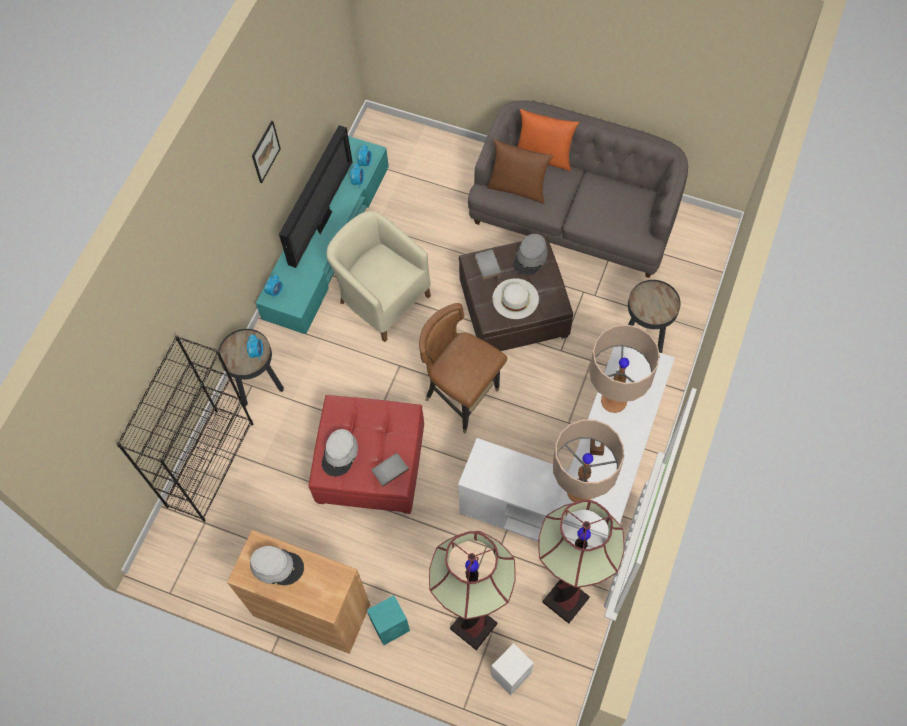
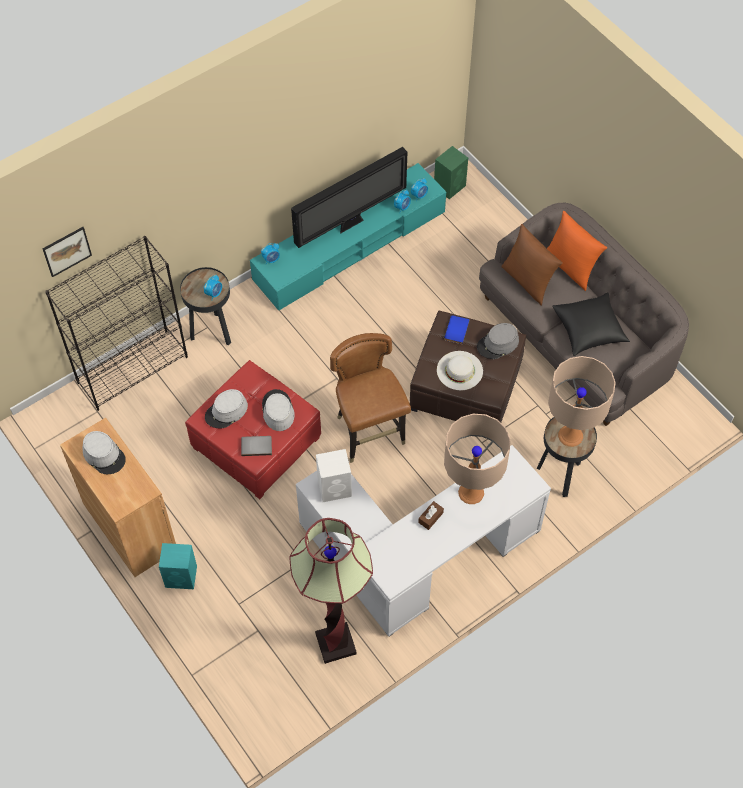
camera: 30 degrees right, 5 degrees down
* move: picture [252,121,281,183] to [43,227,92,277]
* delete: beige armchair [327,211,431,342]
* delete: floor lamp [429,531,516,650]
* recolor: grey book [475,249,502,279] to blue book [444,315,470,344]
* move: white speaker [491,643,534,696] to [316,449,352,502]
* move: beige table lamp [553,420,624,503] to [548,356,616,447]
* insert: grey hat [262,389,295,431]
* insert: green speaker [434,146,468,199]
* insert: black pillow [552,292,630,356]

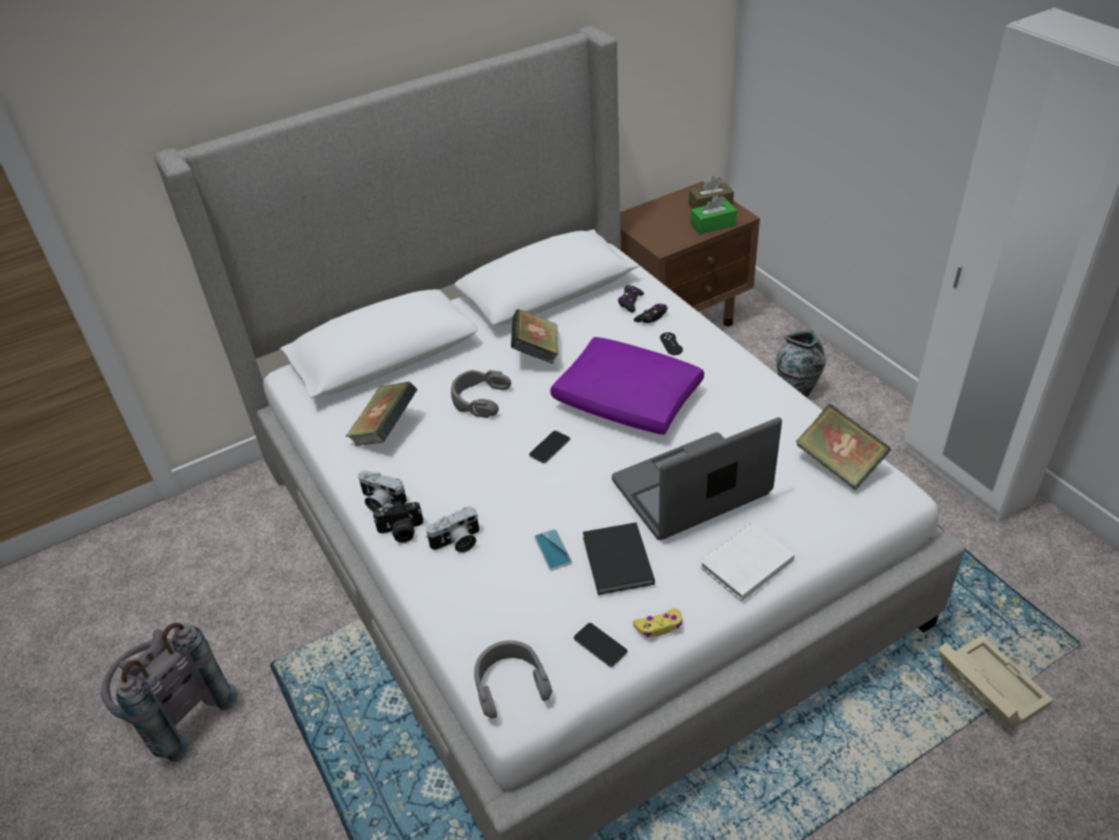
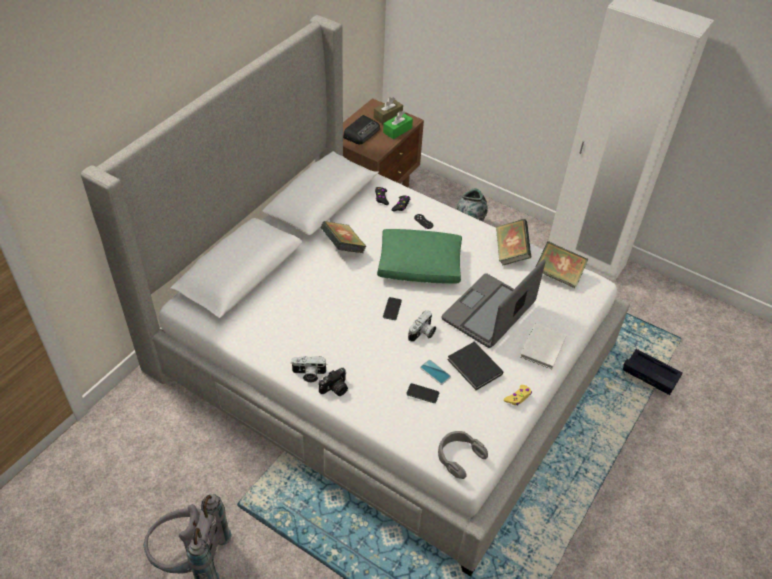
camera: 30 degrees left, 5 degrees up
* move: book [345,382,417,446] to [496,219,531,266]
* move: photo camera [426,506,480,553] to [408,311,436,342]
* delete: grey headphones [451,370,511,418]
* recolor: purple pillow [550,337,704,435] to green pillow [377,229,462,284]
* move: phone [574,623,628,667] to [406,383,439,403]
* recolor: beige storage box [938,635,1053,730] to black storage box [623,349,683,395]
* insert: radio [343,115,380,144]

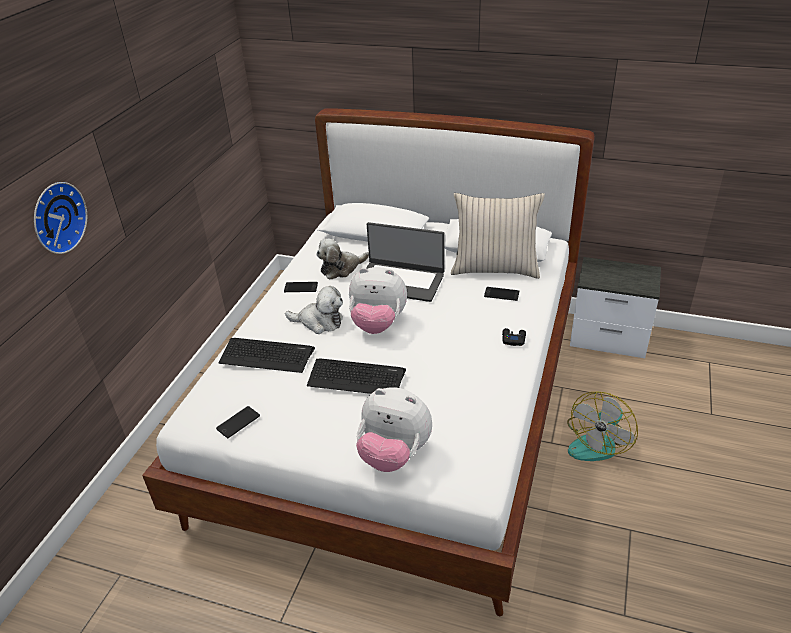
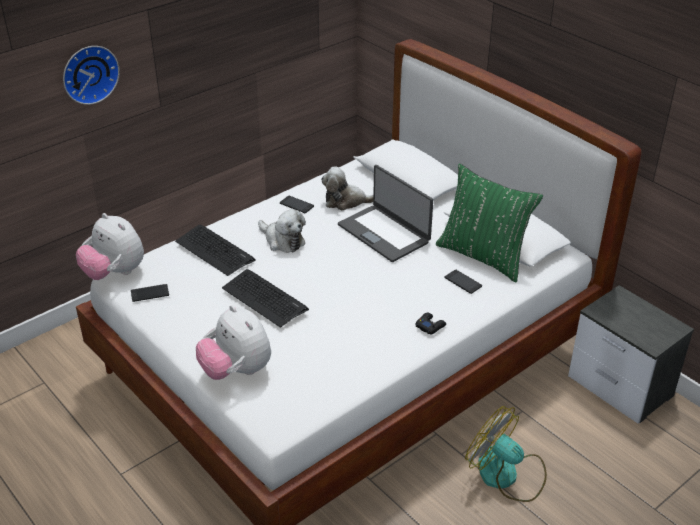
camera: 30 degrees right, 0 degrees up
* move: plush toy [349,267,407,334] to [76,213,144,280]
* recolor: beige pillow [451,193,545,279] to green pillow [436,164,543,282]
* rotate: fan [567,392,638,461] = [465,406,547,502] 60 degrees clockwise

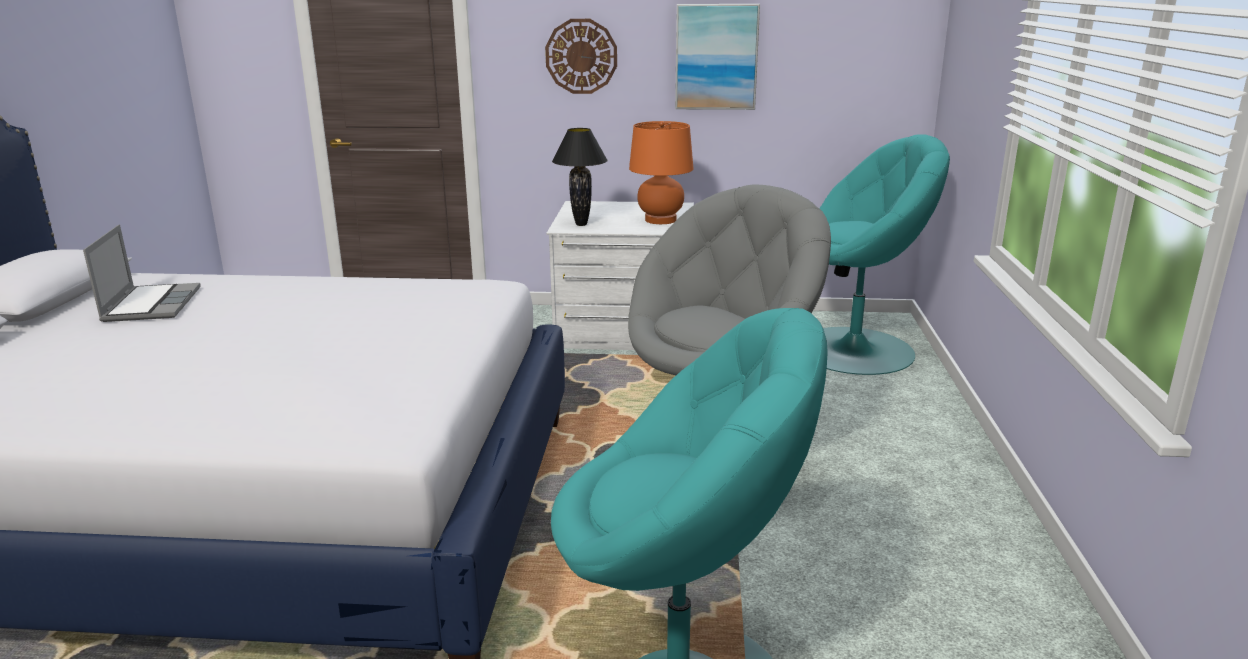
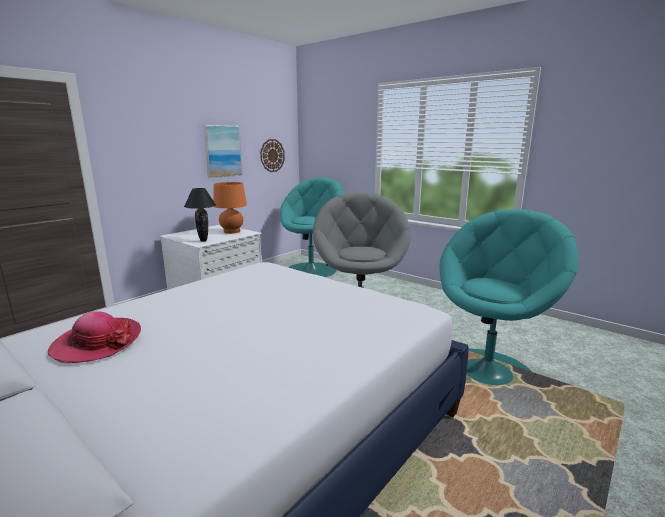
camera: 55 degrees left, 5 degrees down
* replace: laptop [83,224,201,322] to hat [48,311,141,363]
* move: wall clock [545,19,617,94] to [260,139,285,172]

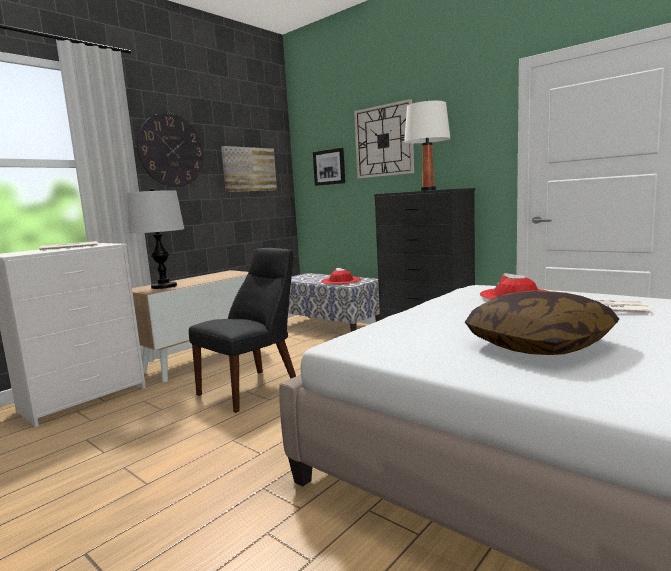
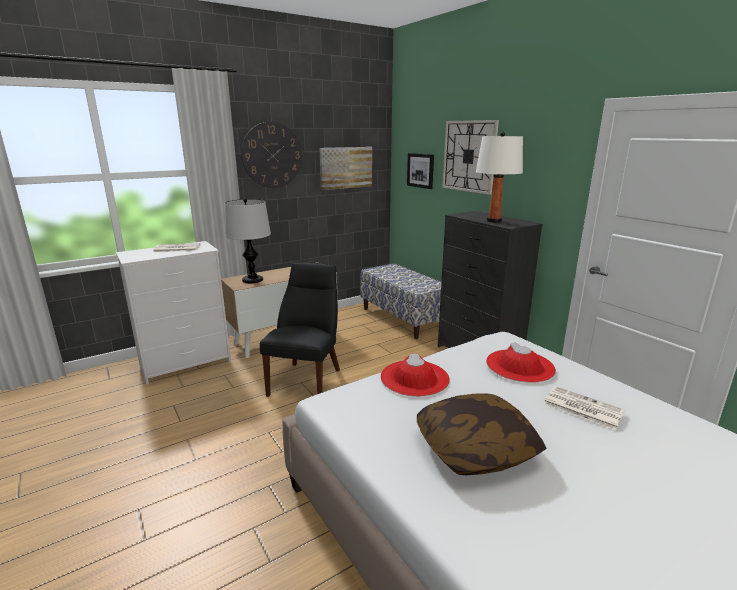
camera: 15 degrees right, 10 degrees up
* rotate: black chair [189,248,296,413] = [260,262,340,397] 45 degrees counterclockwise
* move: red hat [321,268,361,285] to [380,354,450,396]

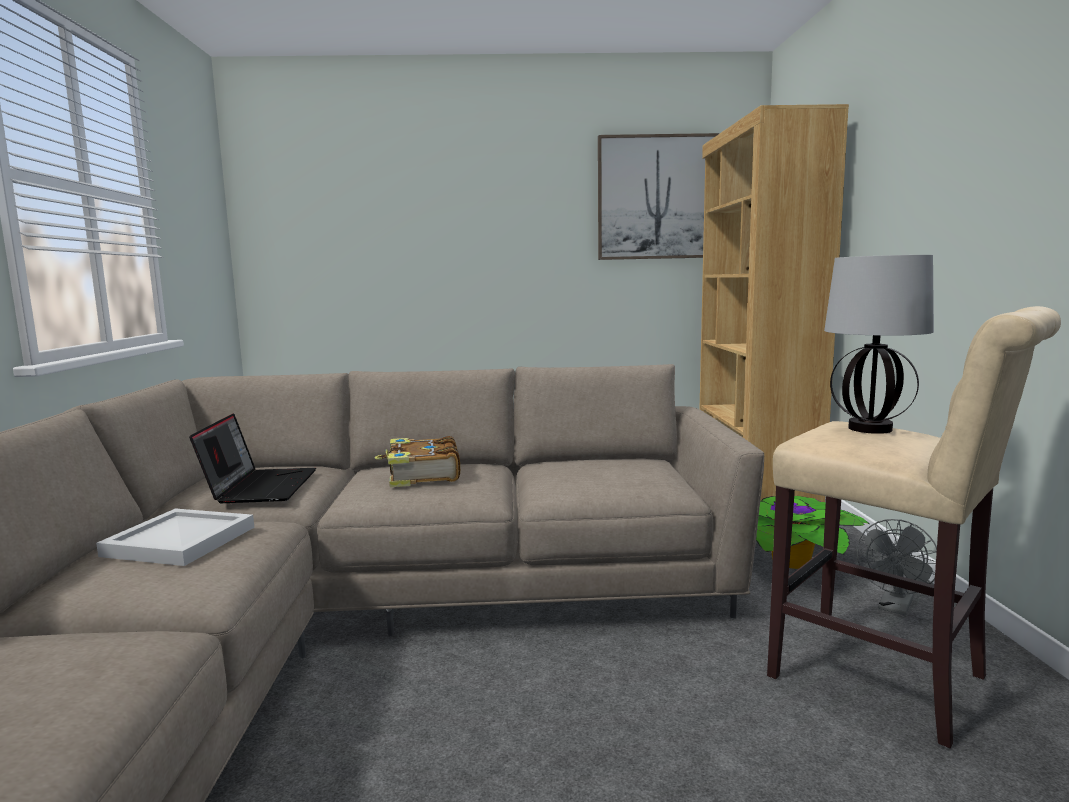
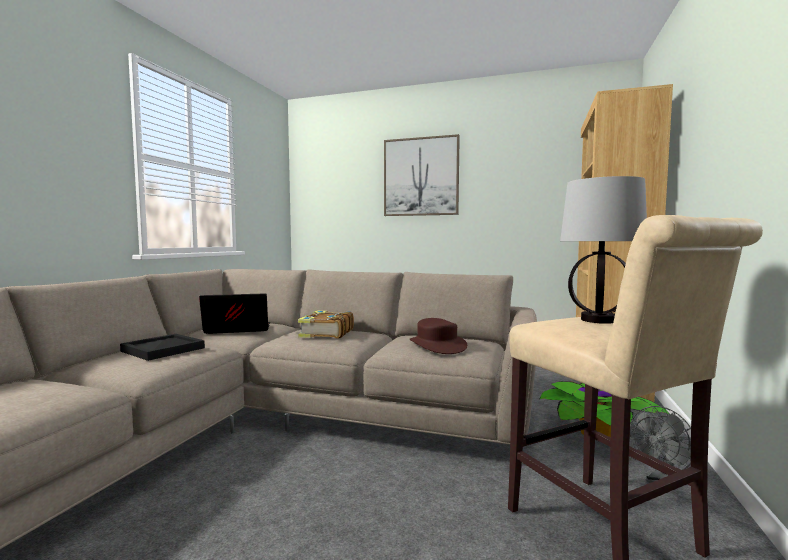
camera: 20 degrees right, 5 degrees down
* recolor: white tray [96,508,254,566] to black tray [120,334,205,361]
* rotate: laptop [189,413,316,503] = [199,293,270,334] 120 degrees counterclockwise
* move: picture [598,133,719,260] to [384,134,460,216]
* insert: brown hat [409,318,467,354]

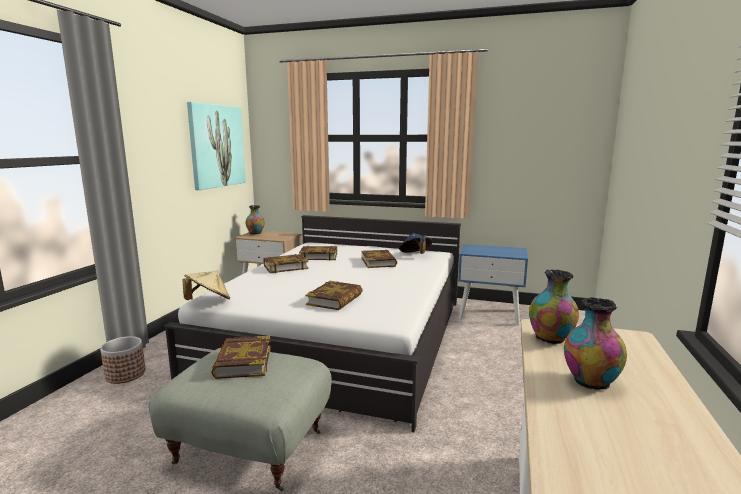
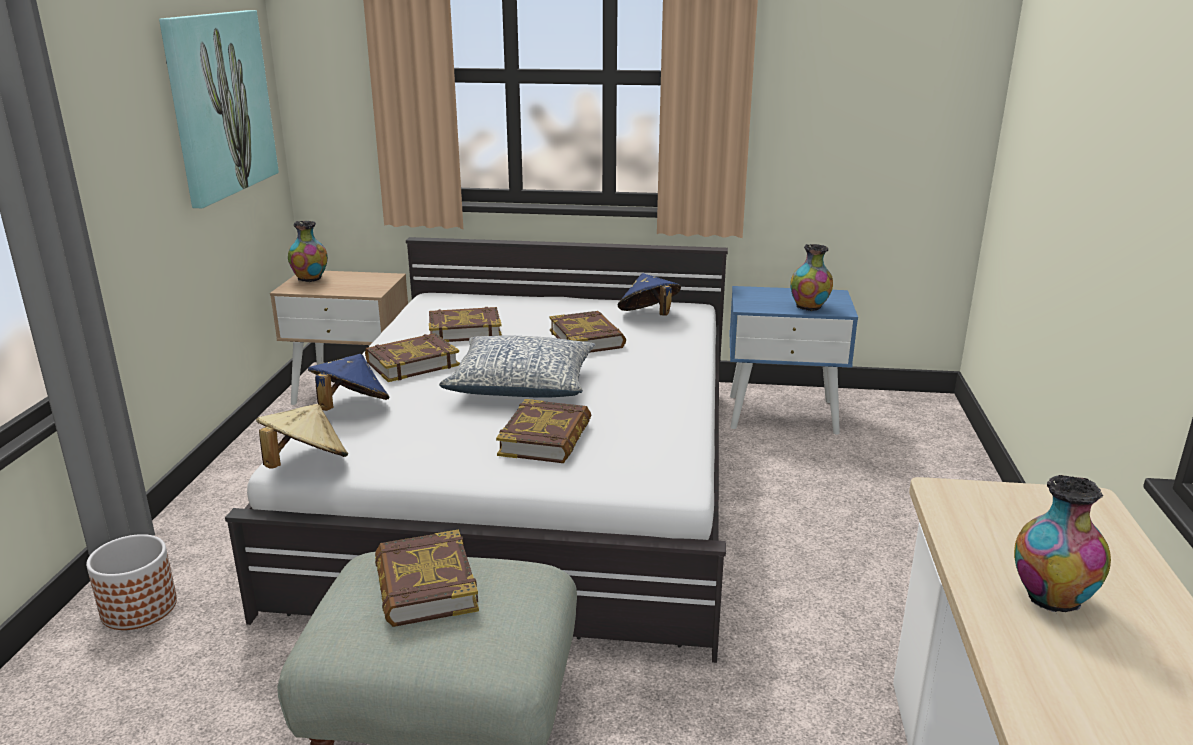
camera: 10 degrees left, 10 degrees up
* move: vase [529,269,579,344] to [790,244,833,311]
* insert: blue hat [308,354,389,411]
* insert: pillow [439,335,595,398]

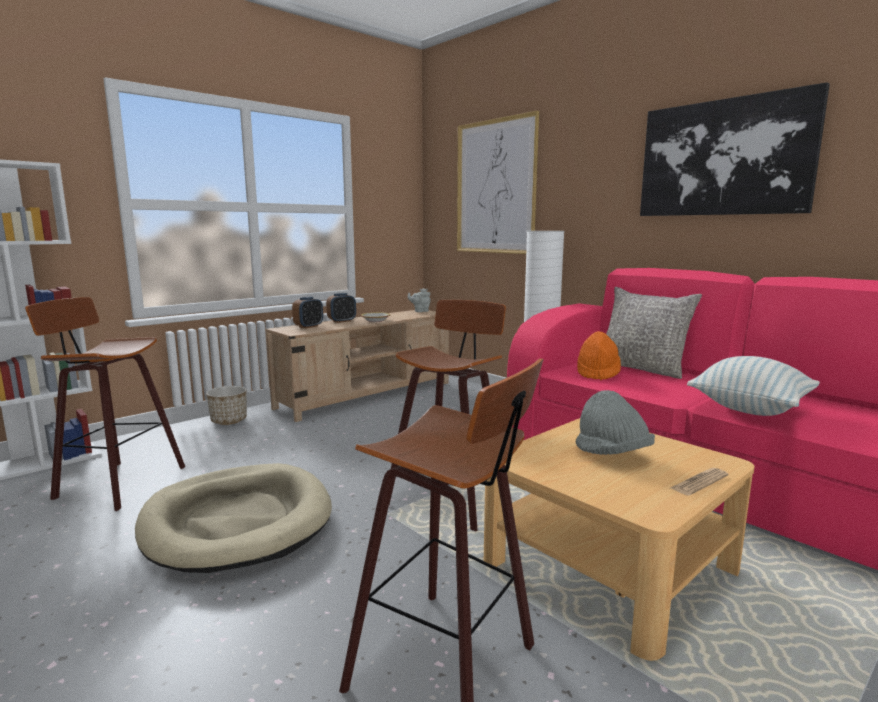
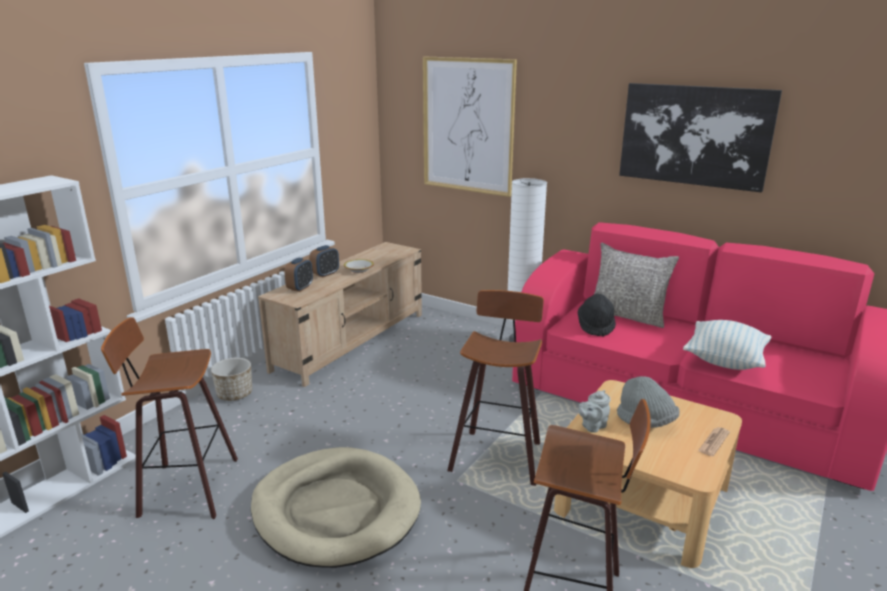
camera: 15 degrees left, 10 degrees up
* move: grey teapot [408,288,431,312] to [579,390,611,433]
* recolor: orange hat [577,331,621,380] to black hat [578,294,616,337]

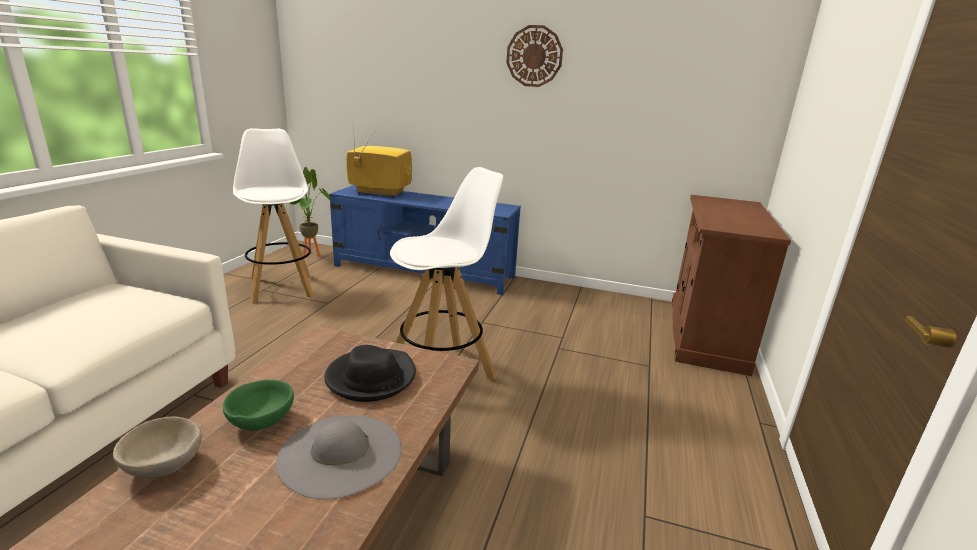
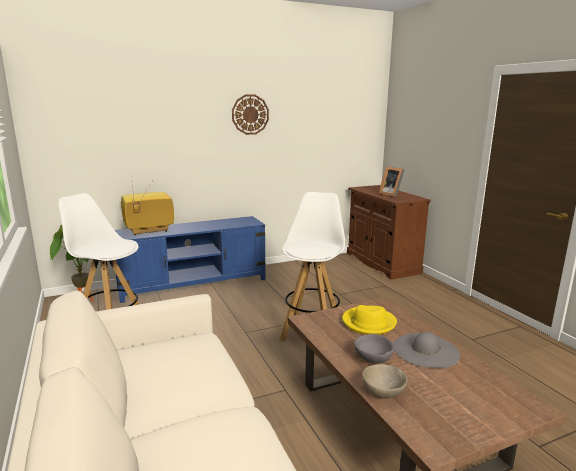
camera: 40 degrees left, 5 degrees down
* recolor: green bowl [223,379,294,431] to grey bowl [354,334,394,363]
* recolor: black hat [324,345,416,402] to yellow hat [342,305,397,335]
* insert: picture frame [379,167,404,197]

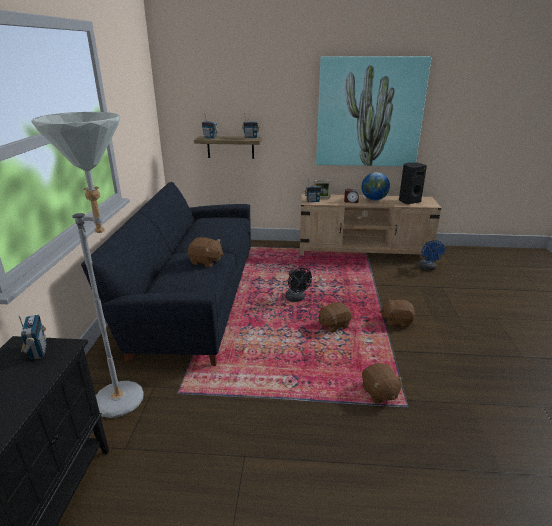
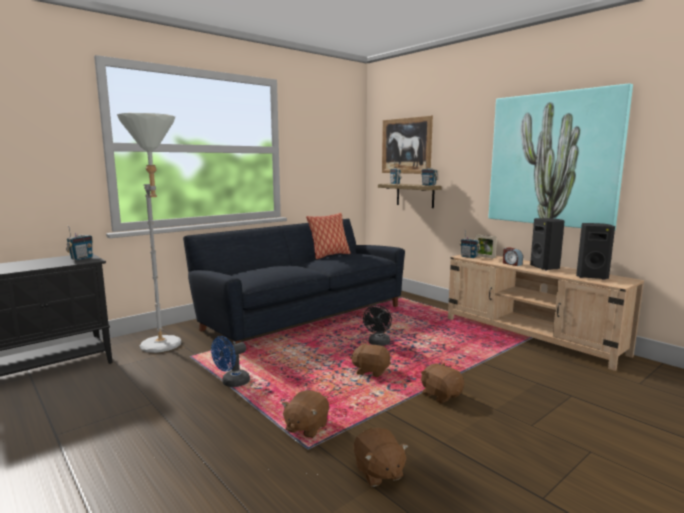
camera: 45 degrees right, 15 degrees down
* move: brown plush toy [188,237,223,267] to [353,428,408,487]
* replace: globe [362,172,390,200] to black speaker [530,218,565,270]
* move: blue fan [418,240,445,271] to [211,336,250,387]
* insert: pillow [306,213,351,259]
* insert: picture [382,116,433,174]

